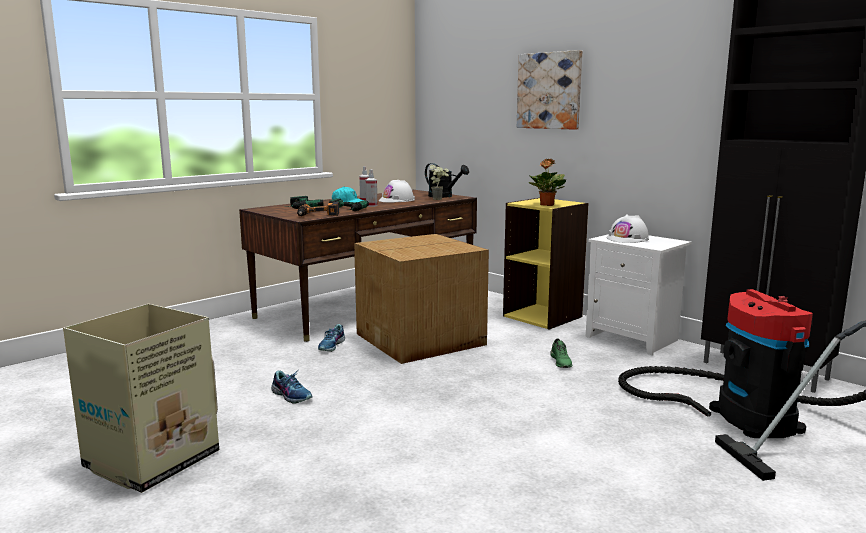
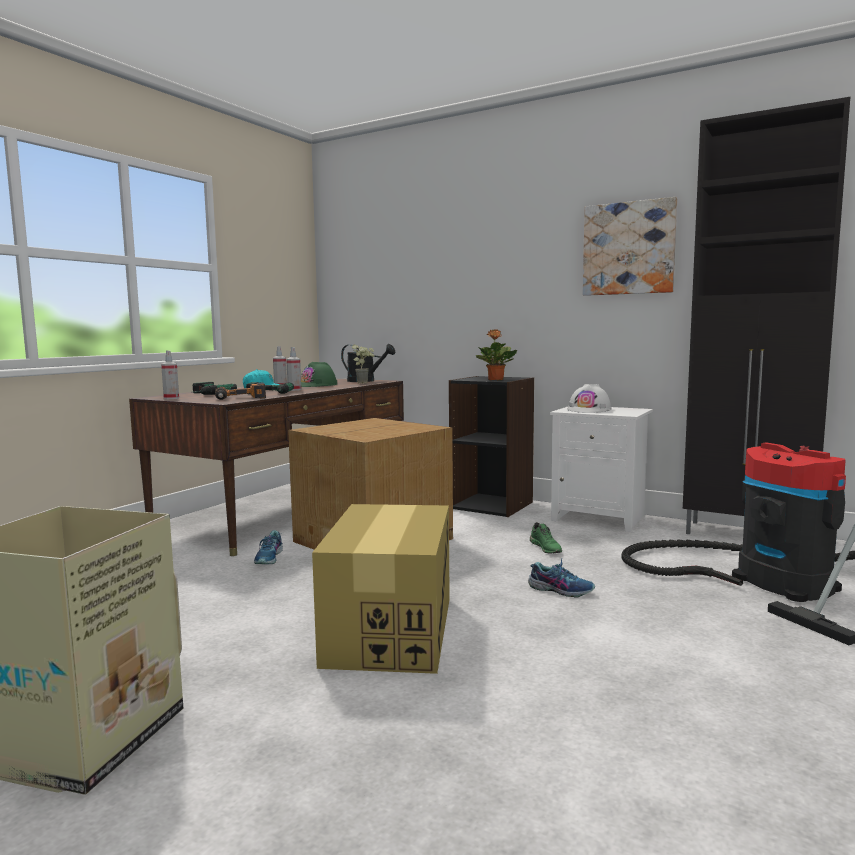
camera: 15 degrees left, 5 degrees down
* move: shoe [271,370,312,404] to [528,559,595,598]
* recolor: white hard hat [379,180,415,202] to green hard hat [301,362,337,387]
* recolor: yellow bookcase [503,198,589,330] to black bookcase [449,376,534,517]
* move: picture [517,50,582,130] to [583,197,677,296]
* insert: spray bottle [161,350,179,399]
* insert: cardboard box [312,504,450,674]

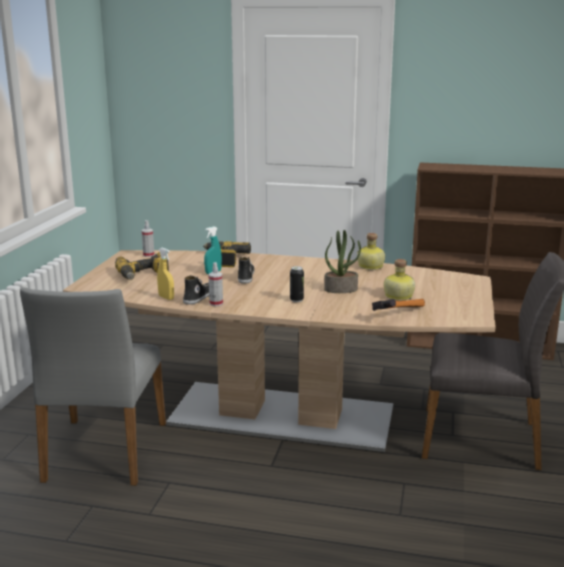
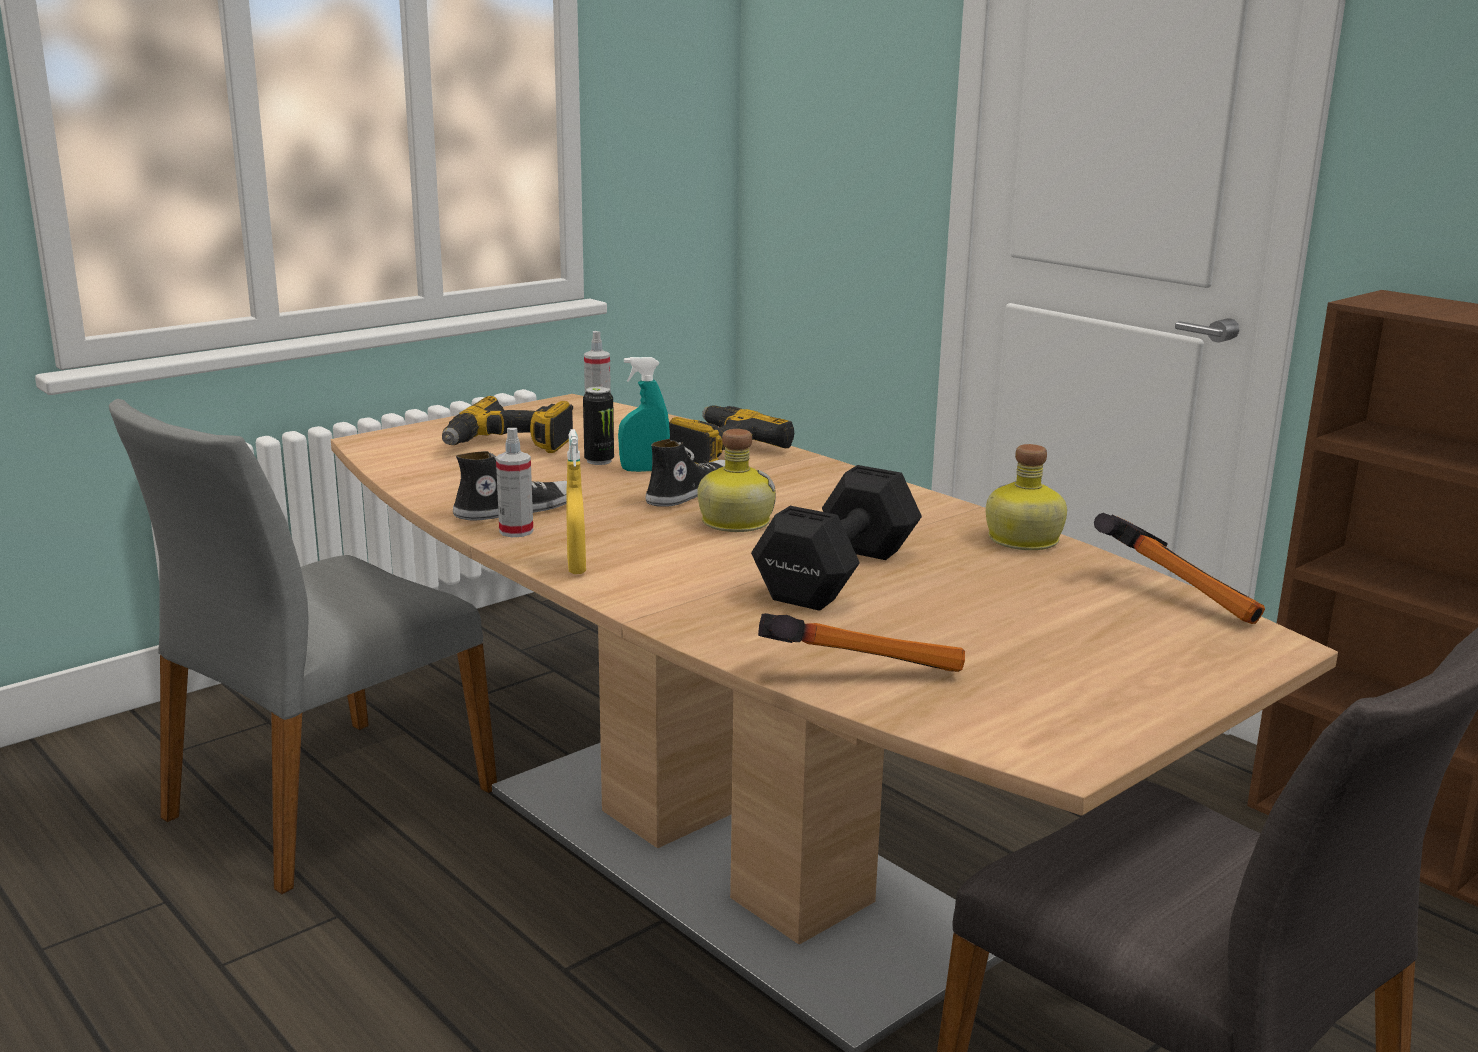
camera: 35 degrees right, 0 degrees up
* move: yellow spray bottle [157,248,174,300] to [566,429,586,574]
* move: can [290,266,304,302] to [583,387,614,465]
* replace: potted plant [324,230,361,293] to black dumbbell [751,465,922,611]
* move: bottle [384,259,415,300] to [698,429,776,532]
* insert: hammer [1094,513,1265,624]

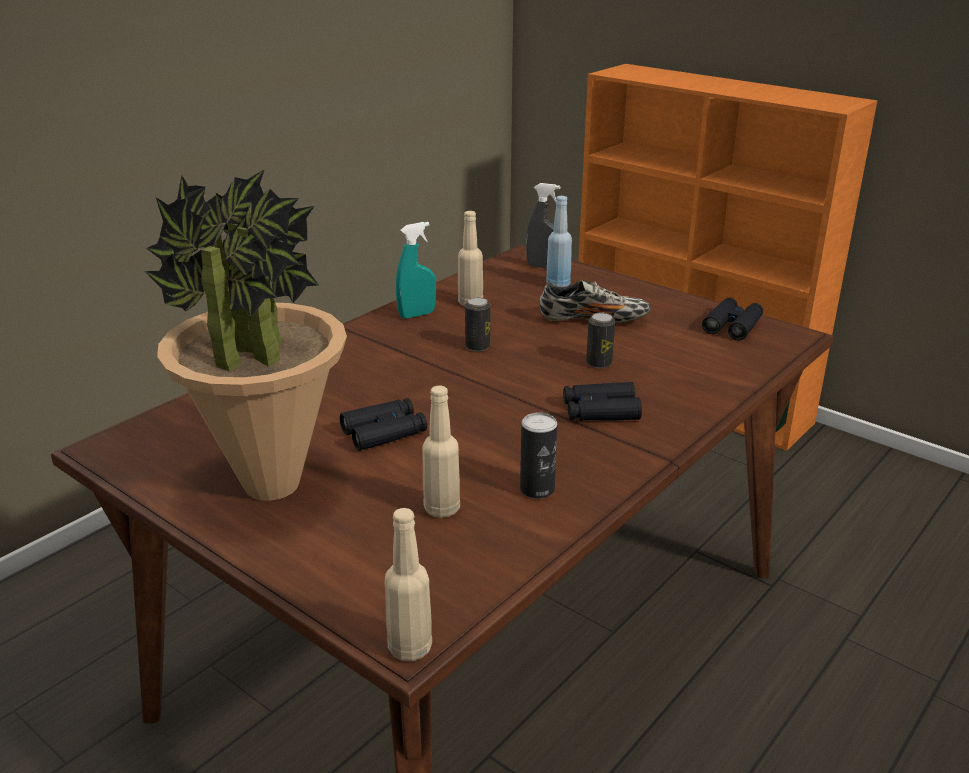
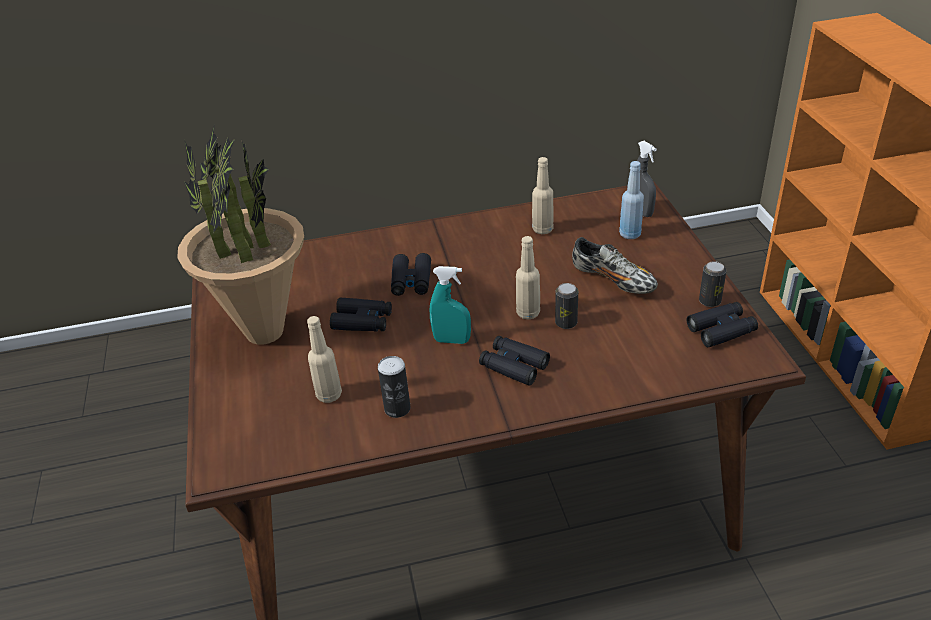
camera: 40 degrees right, 10 degrees up
* move: beige bottle [385,508,432,661] to [516,236,540,319]
* move: turquoise spray bottle [396,222,436,319] to [430,266,471,344]
* move: can [465,297,490,351] to [699,261,726,307]
* insert: black binoculars [391,253,431,296]

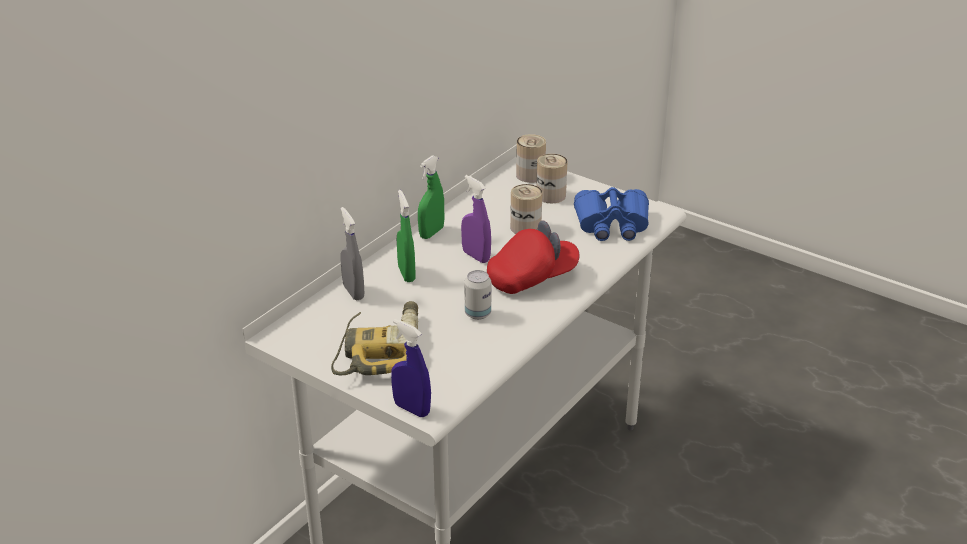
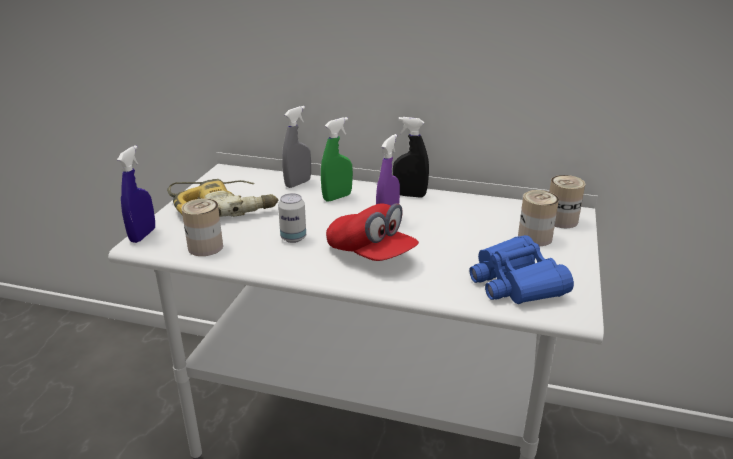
camera: 70 degrees right, 5 degrees down
* recolor: green spray bottle [418,155,444,239] to black spray bottle [393,117,429,198]
* move: can [510,184,542,234] to [181,198,223,256]

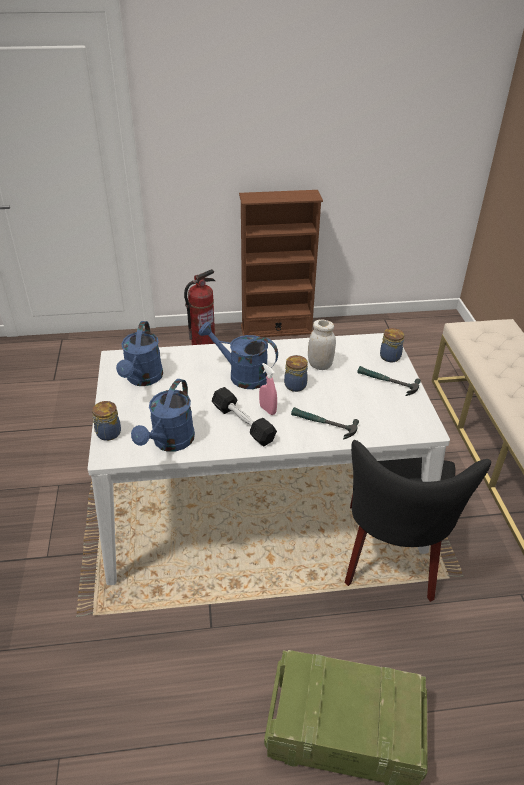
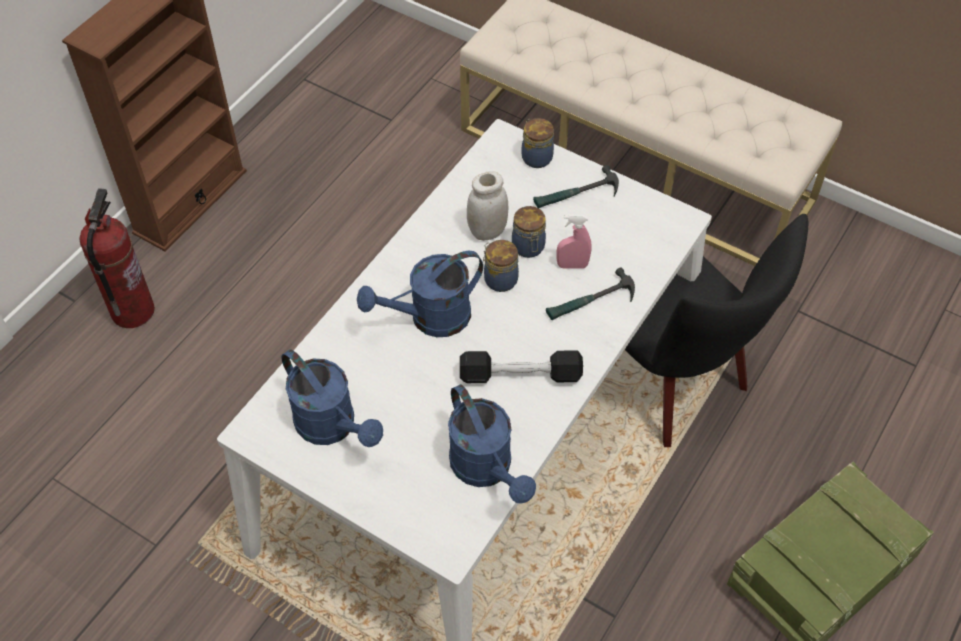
camera: 50 degrees left, 15 degrees up
* move: jar [92,401,121,441] to [512,206,546,258]
* move: pink spray bottle [259,363,277,415] to [557,215,592,269]

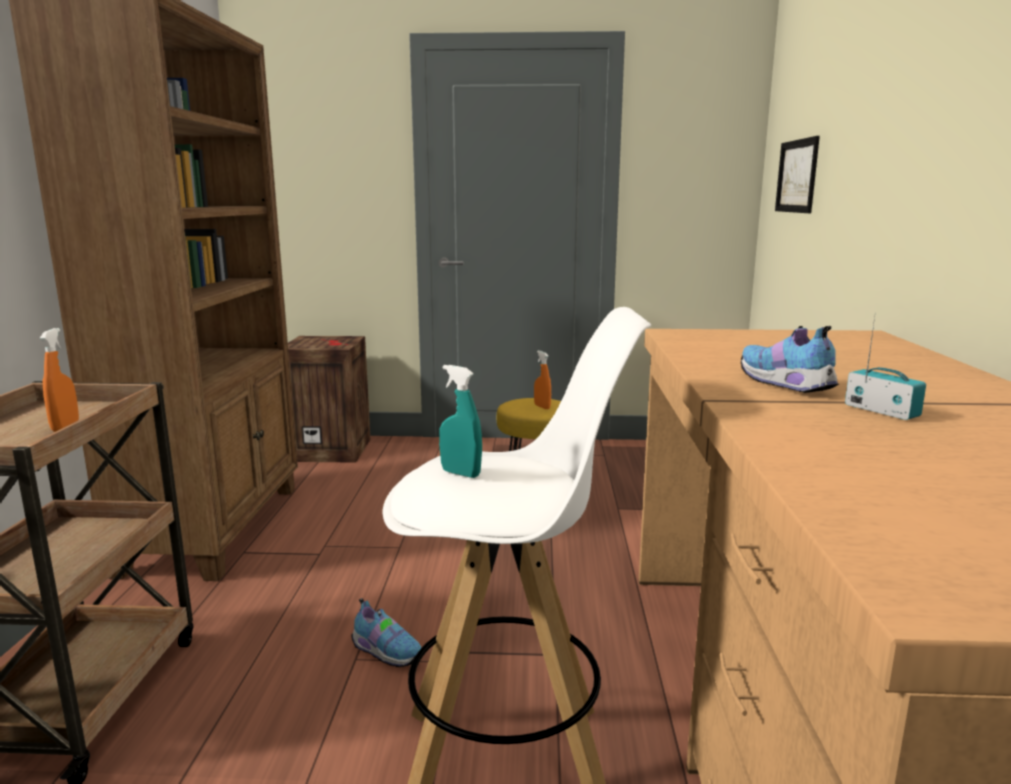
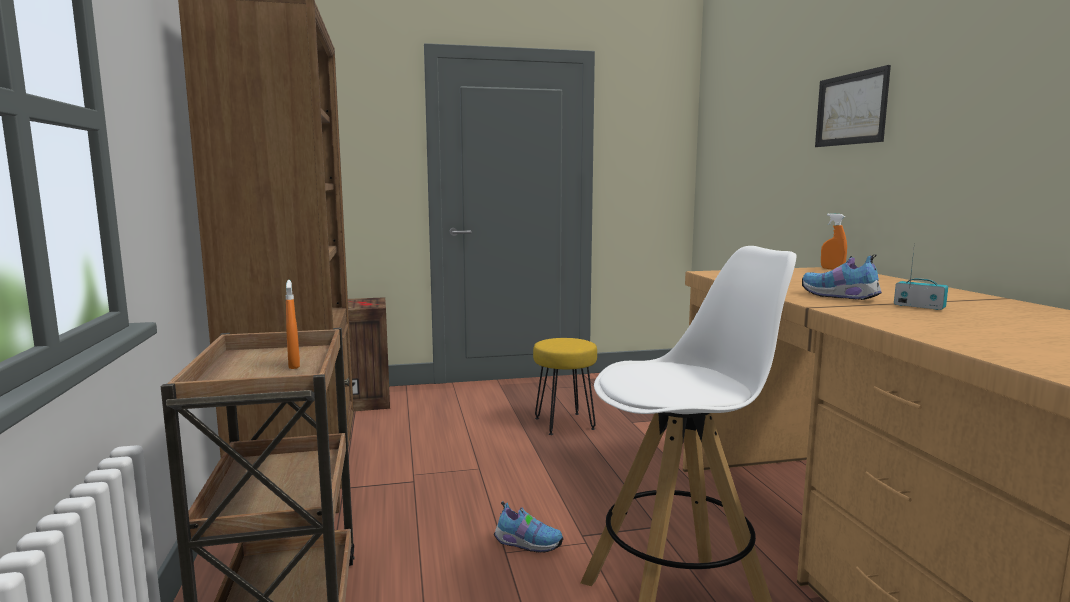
camera: 15 degrees left, 5 degrees down
* delete: turquoise spray bottle [439,365,482,478]
* move: orange spray bottle [534,351,551,409] to [821,213,847,269]
* move: picture [775,136,820,213] to [815,65,891,147]

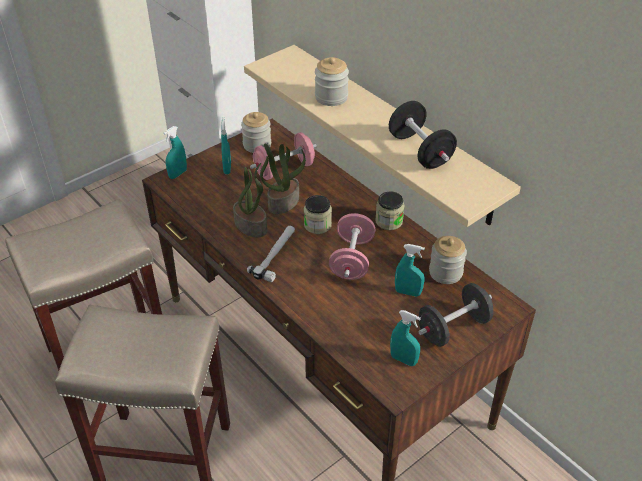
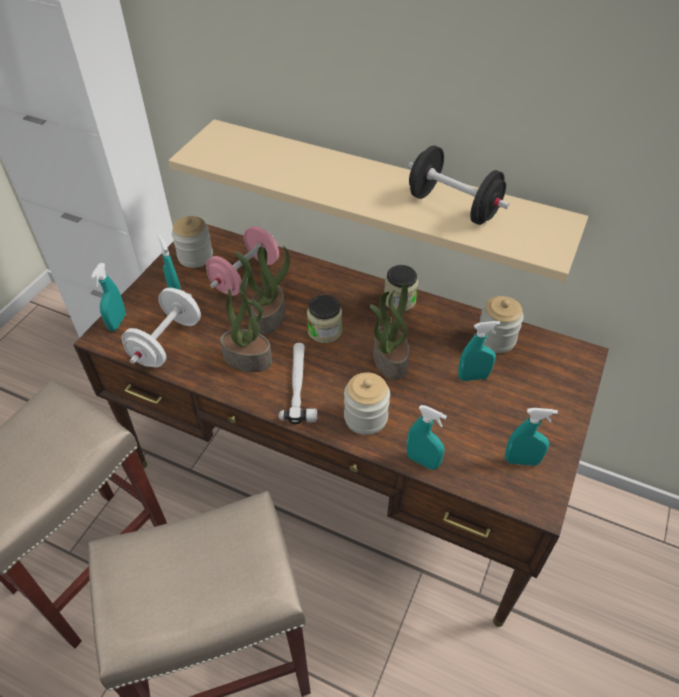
camera: 25 degrees left, 5 degrees up
* move: jar [315,57,349,106] to [344,373,390,435]
* replace: pink dumbbell [329,213,375,280] to potted plant [369,283,410,380]
* delete: black dumbbell [418,283,493,347]
* insert: white dumbbell [122,288,201,367]
* insert: turquoise spray bottle [407,405,447,470]

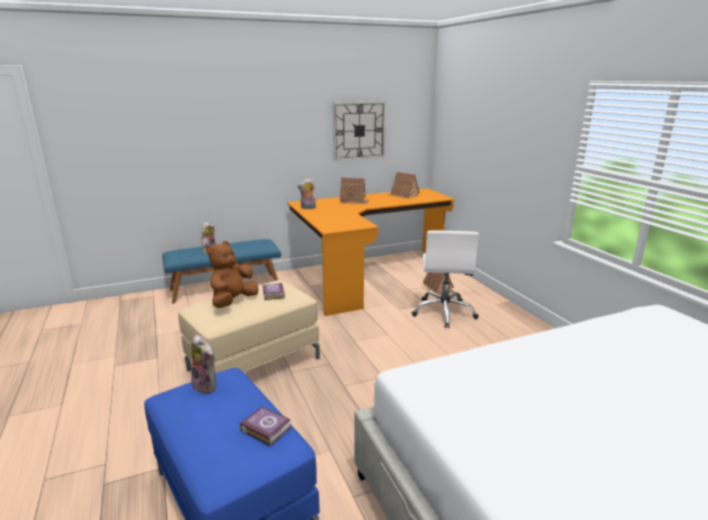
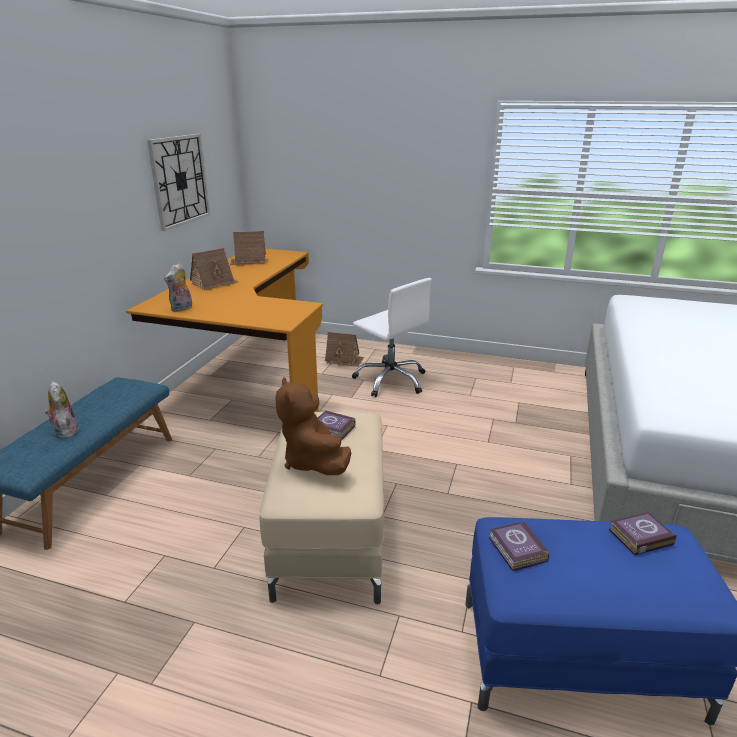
camera: 50 degrees left, 5 degrees up
* replace: plush toy [191,335,216,394] to book [489,521,549,571]

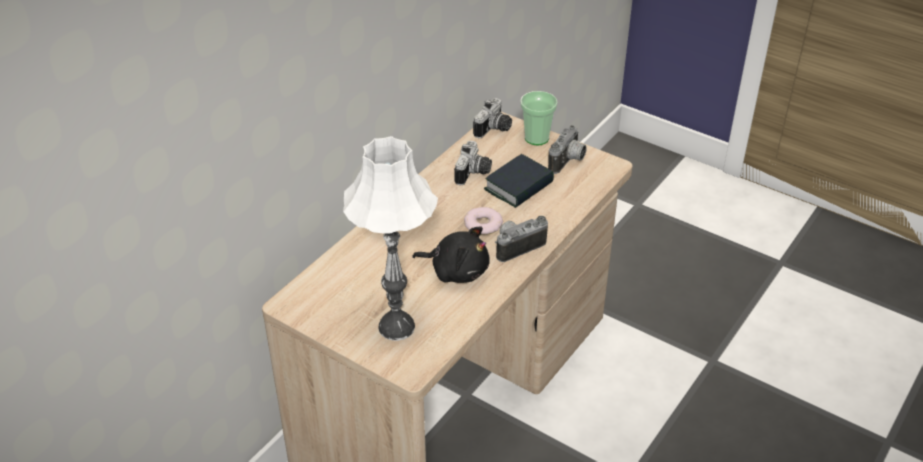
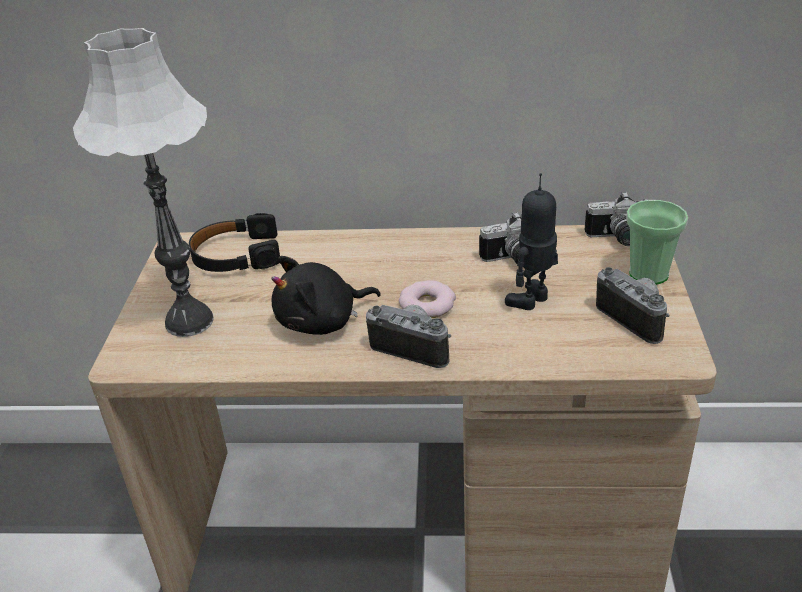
camera: 60 degrees right, 5 degrees down
* rotate: black plush toy [412,226,490,283] = [272,256,381,335] 75 degrees clockwise
* replace: book [484,154,554,208] to toy robot [505,173,558,310]
* rotate: photo camera [548,125,587,174] = [596,267,670,344] 120 degrees counterclockwise
* insert: black headphones [189,213,280,272]

